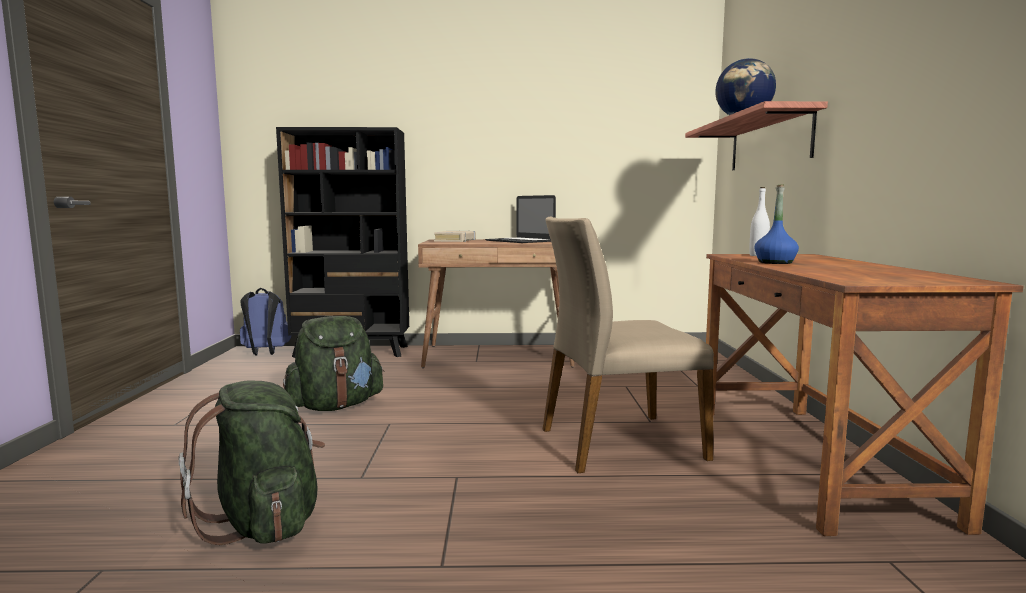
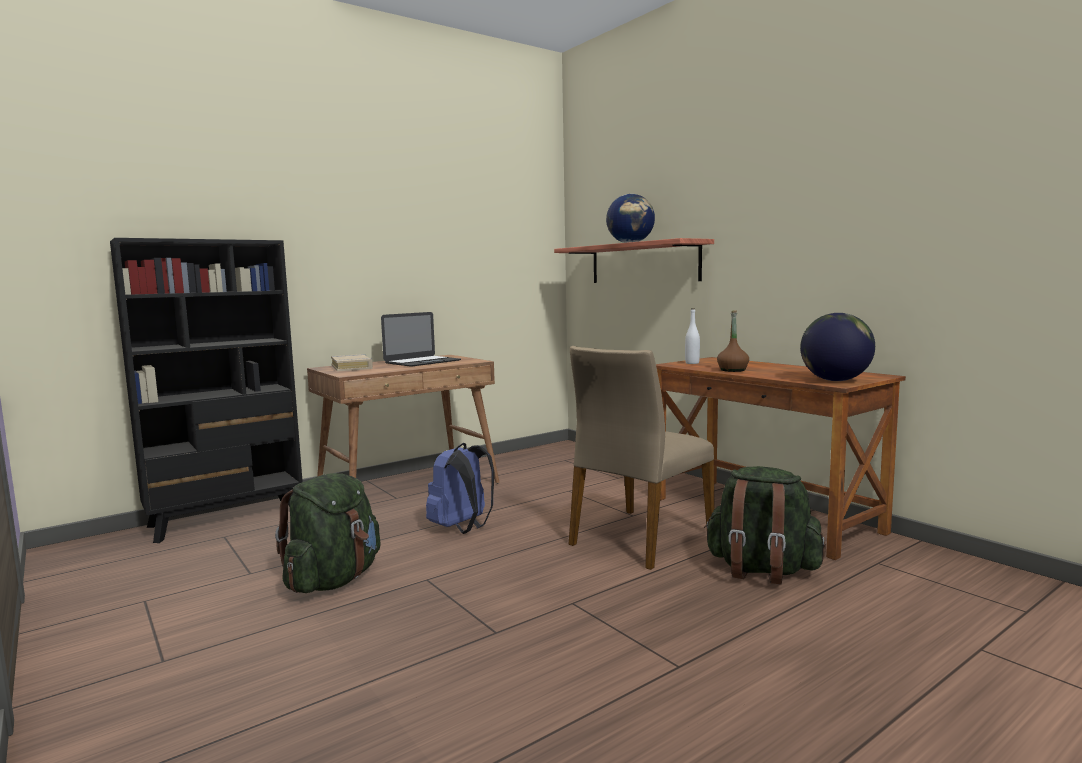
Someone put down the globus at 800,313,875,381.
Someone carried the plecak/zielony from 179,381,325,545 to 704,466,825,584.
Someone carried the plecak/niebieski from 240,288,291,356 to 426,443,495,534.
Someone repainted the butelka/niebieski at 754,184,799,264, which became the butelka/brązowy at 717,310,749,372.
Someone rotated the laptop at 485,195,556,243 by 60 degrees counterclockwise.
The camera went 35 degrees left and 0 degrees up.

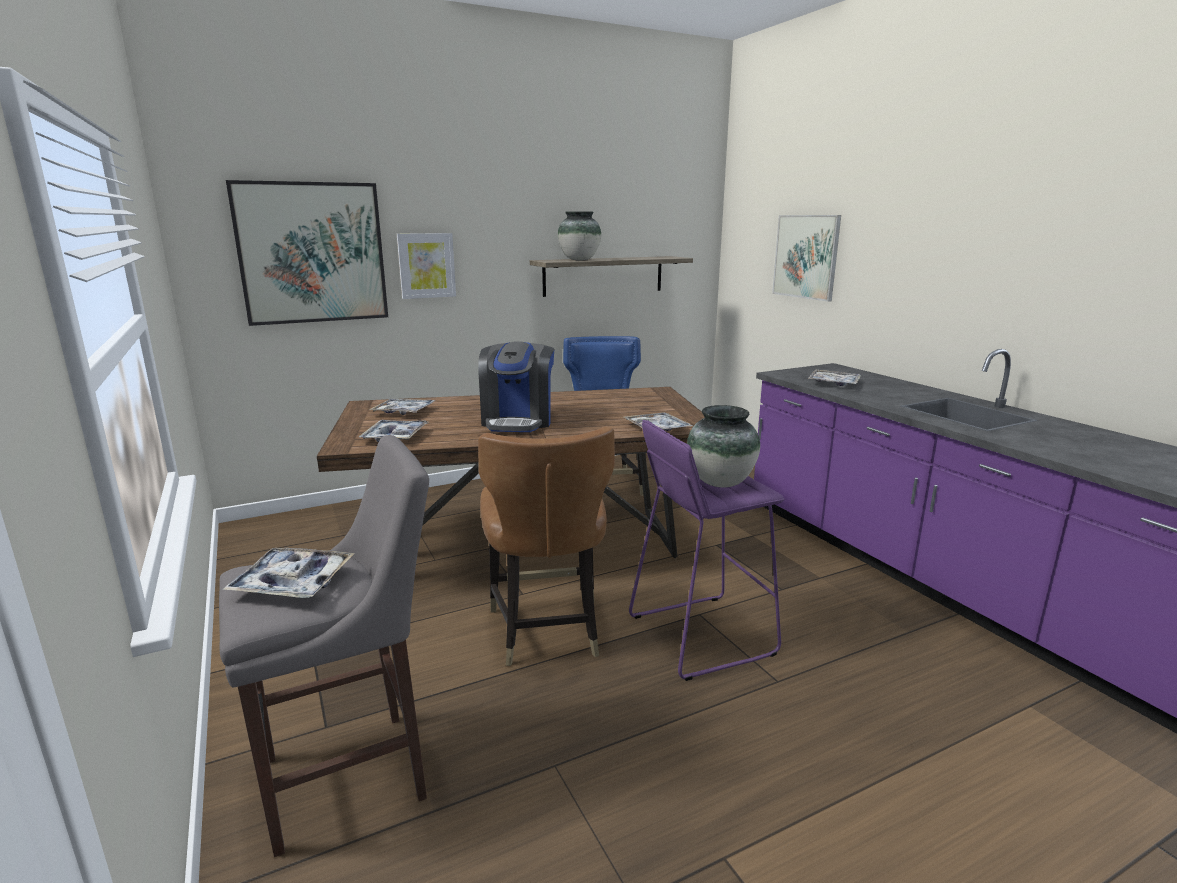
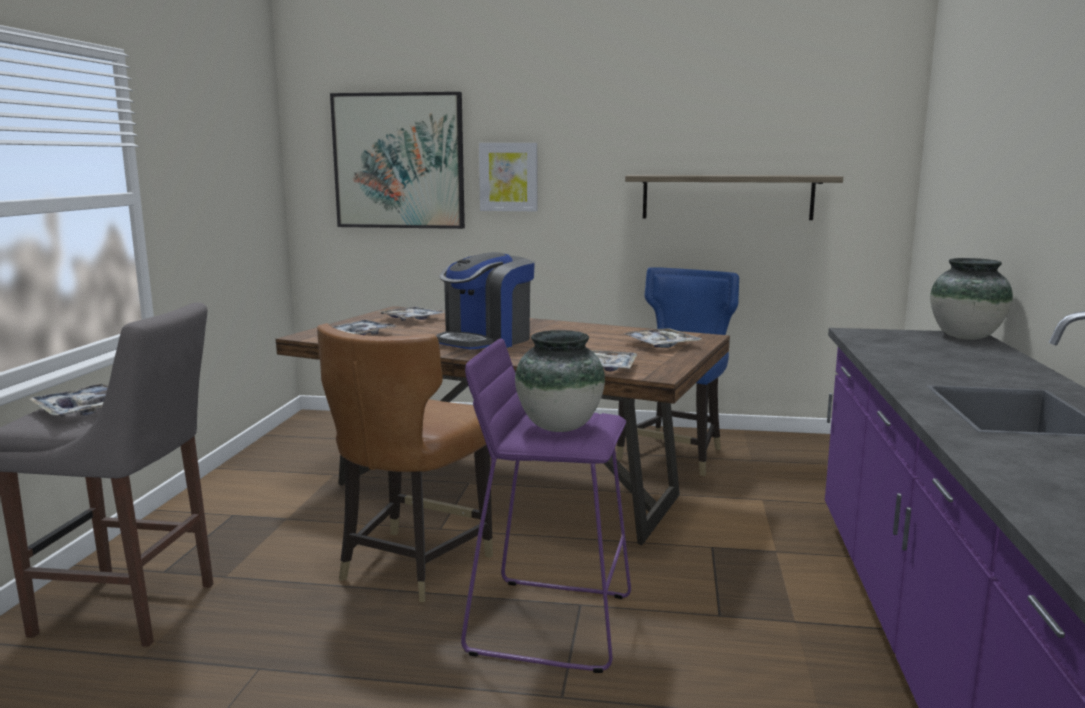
Someone took away the obraz at 772,215,841,302.
Someone carried the wazon from 558,211,601,260 to 930,258,1013,340.
Someone carried the taca from 808,370,861,386 to 624,328,702,348.
The camera went 35 degrees right and 5 degrees down.

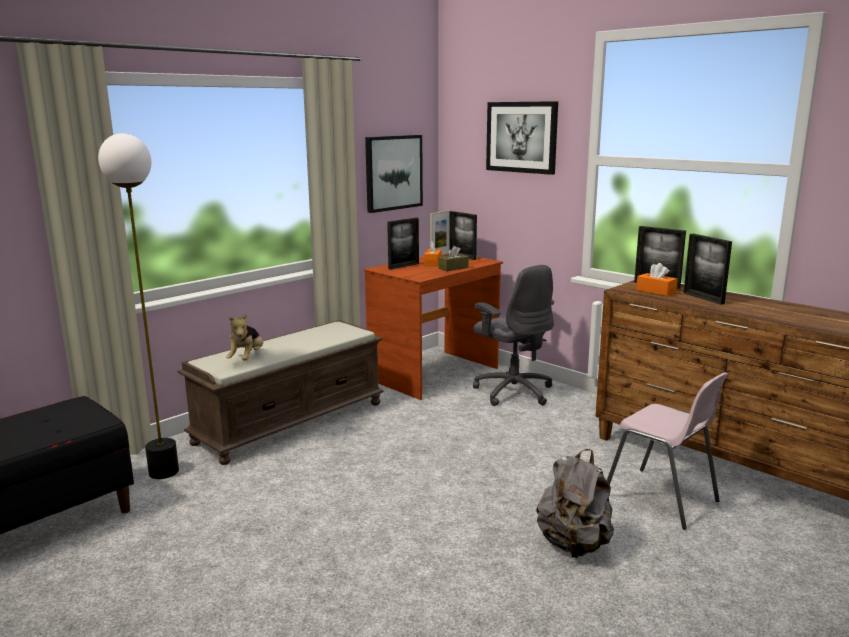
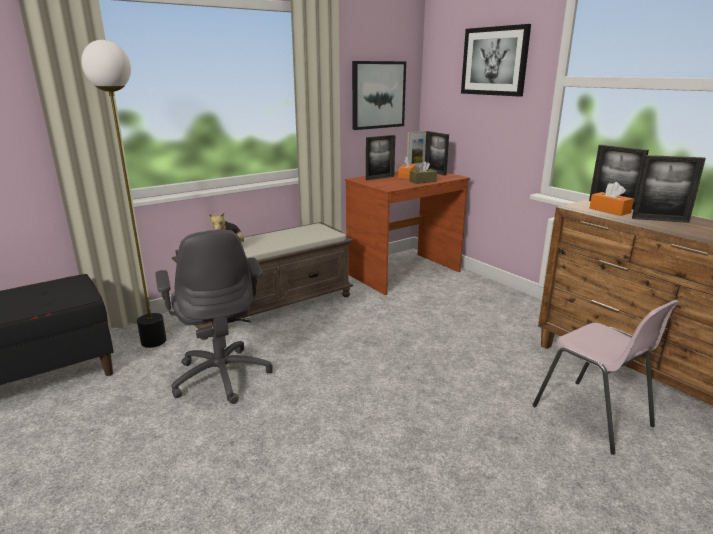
Someone took away the plecak/szary at 536,449,614,558.
Someone carried the krzesło biurowe/szary from 473,265,554,406 to 155,229,273,404.
Someone rotated the ramka na zdjęcie at 684,234,732,305 by 60 degrees counterclockwise.
The camera went 10 degrees right and 5 degrees up.

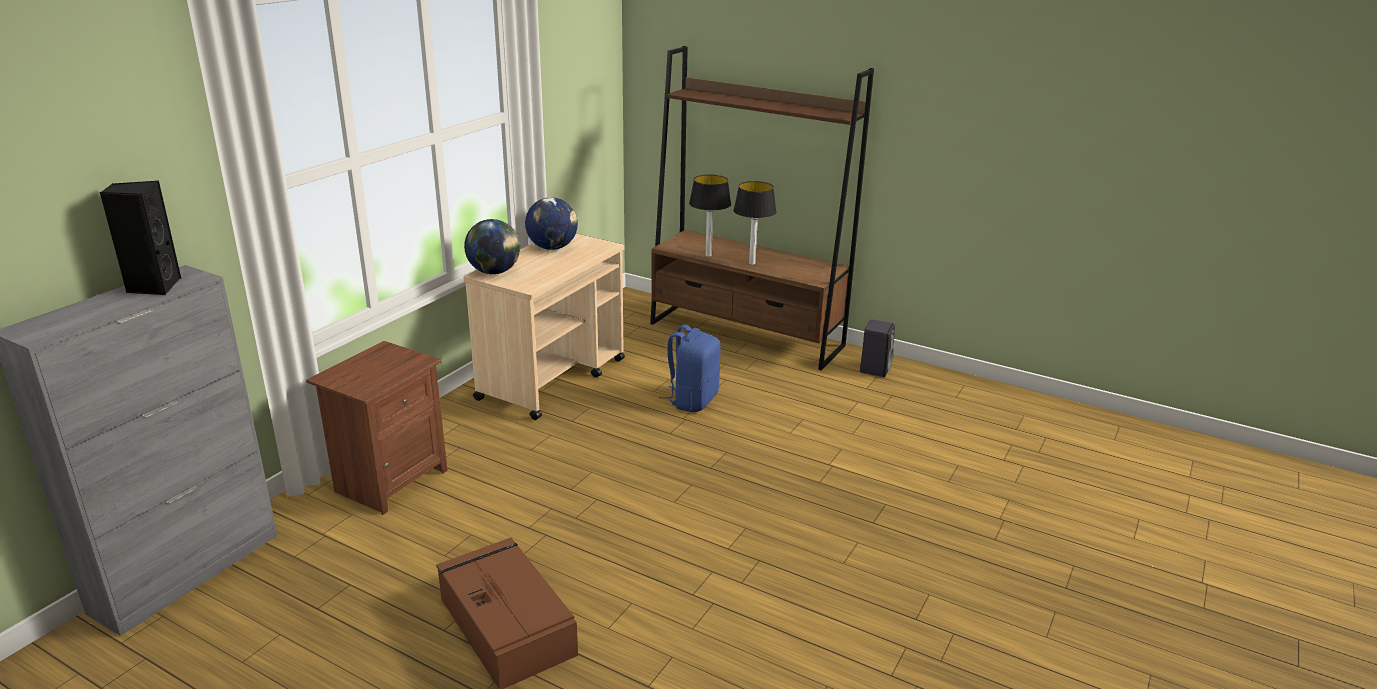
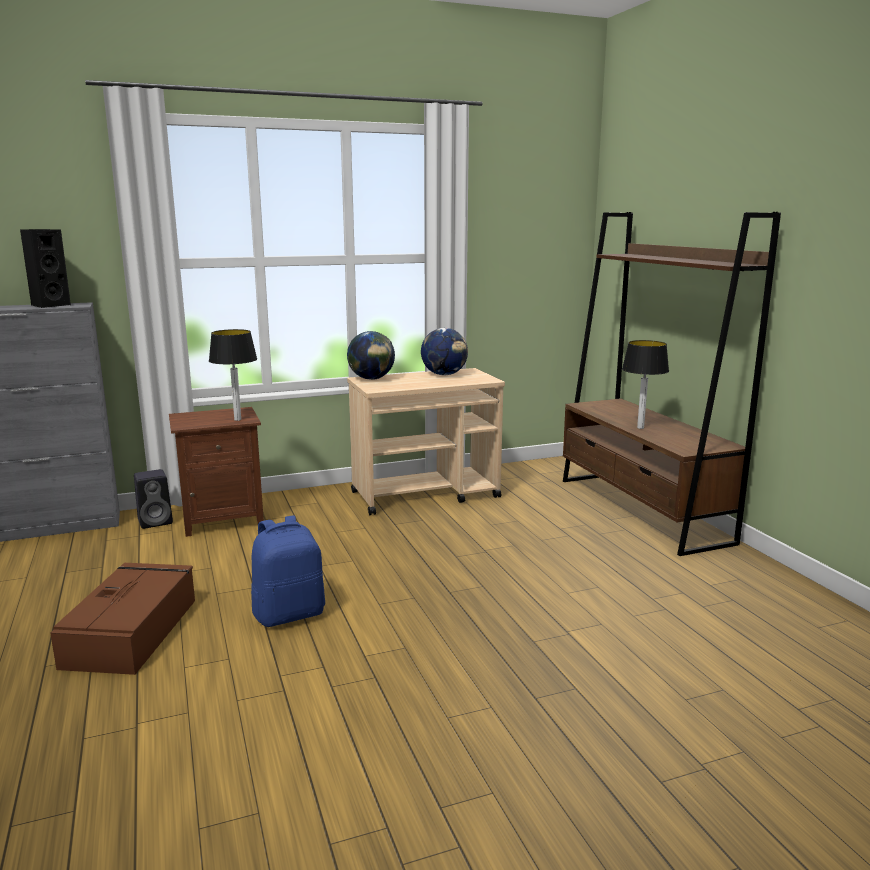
Someone carried the plecak/niebieski from 659,324,721,412 to 251,515,325,627.
Someone carried the lampa stołowa from 689,175,731,257 to 209,329,257,421.
Someone carried the głośnik/czarny from 860,319,895,377 to 134,469,173,529.
The camera went 40 degrees right and 10 degrees down.

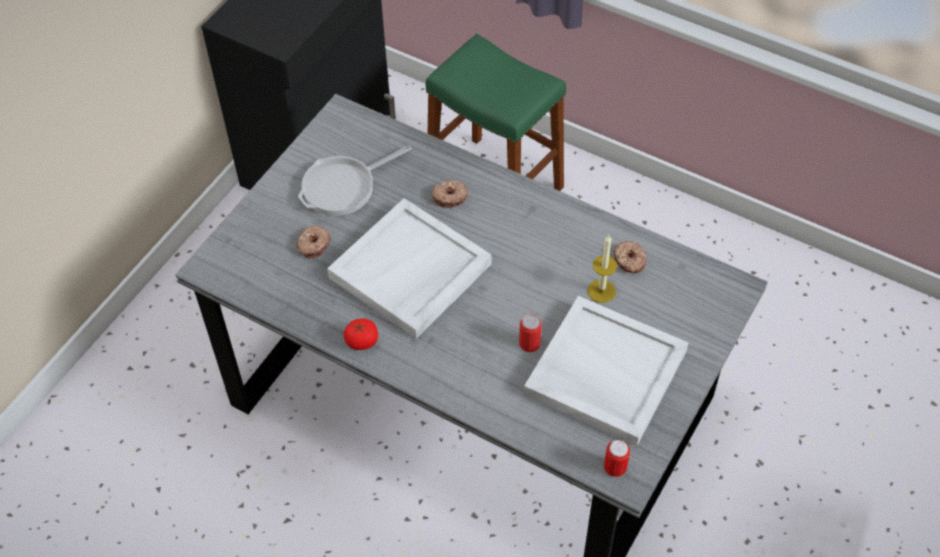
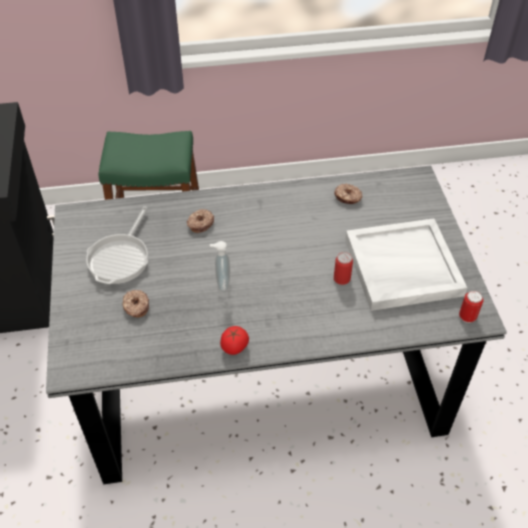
Someone took away the świeca at 587,235,617,303.
Someone swapped the taca/biały at 327,198,491,339 for the dozownik mydła at 210,241,230,291.
The camera went 40 degrees left and 5 degrees down.

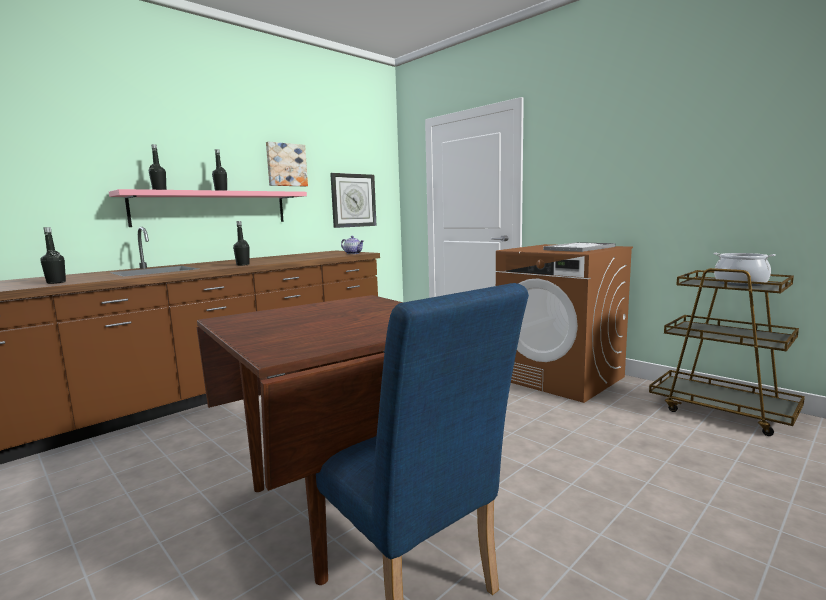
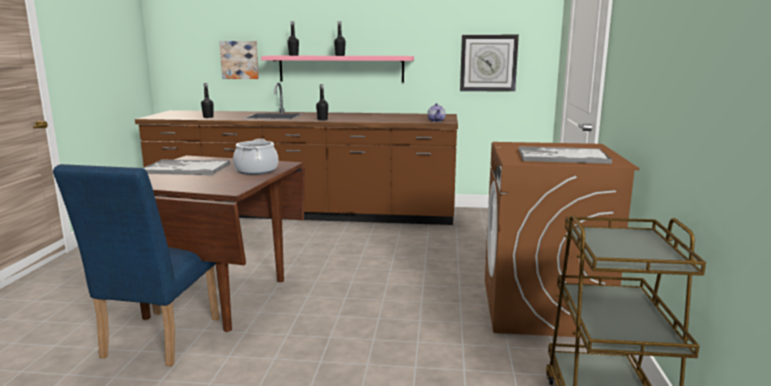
Someone put down the taca at 144,160,230,175.
Someone carried the obraz from 266,142,308,186 to 219,41,259,79.
Someone carried the garnek from 713,253,776,286 to 233,139,278,175.
The camera went 50 degrees right and 5 degrees up.

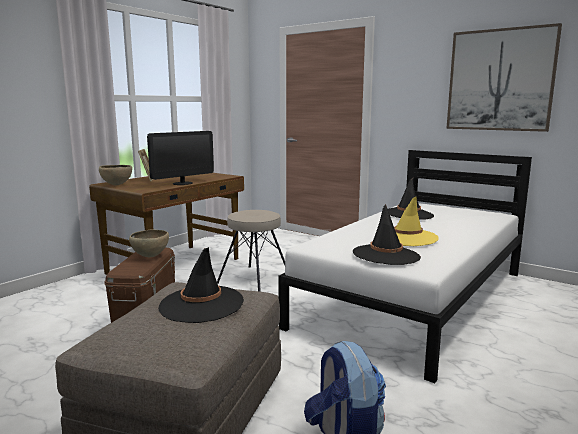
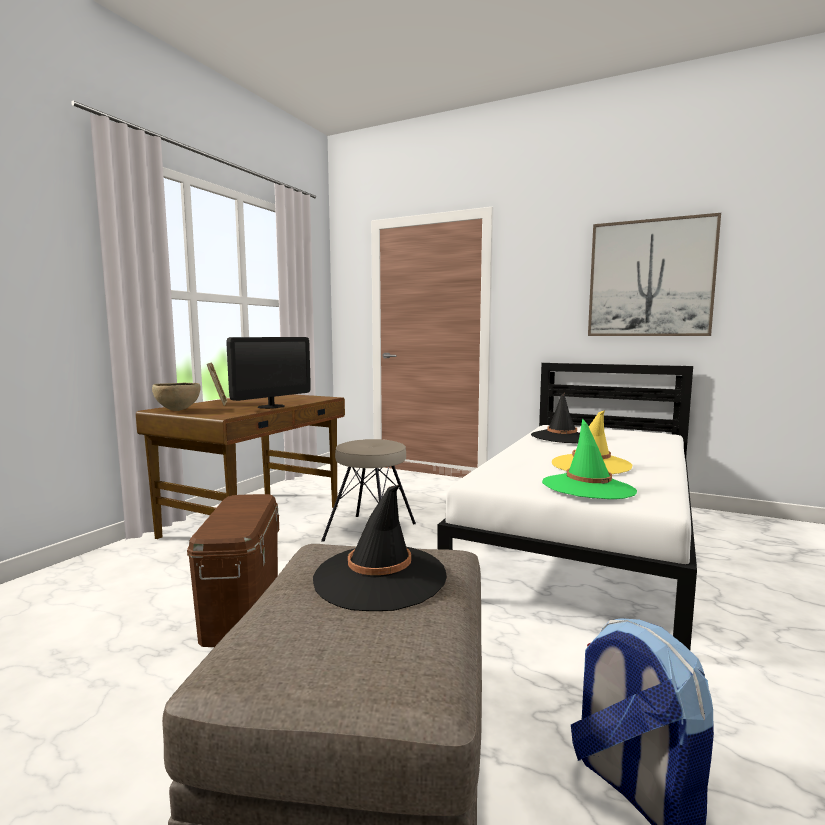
Someone took away the miska/brązowy at 129,230,169,257.
Someone repainted the kapelusz/czarny at 353,204,421,265, which became the kapelusz/zielony at 542,418,637,499.
The camera went 10 degrees left and 5 degrees down.

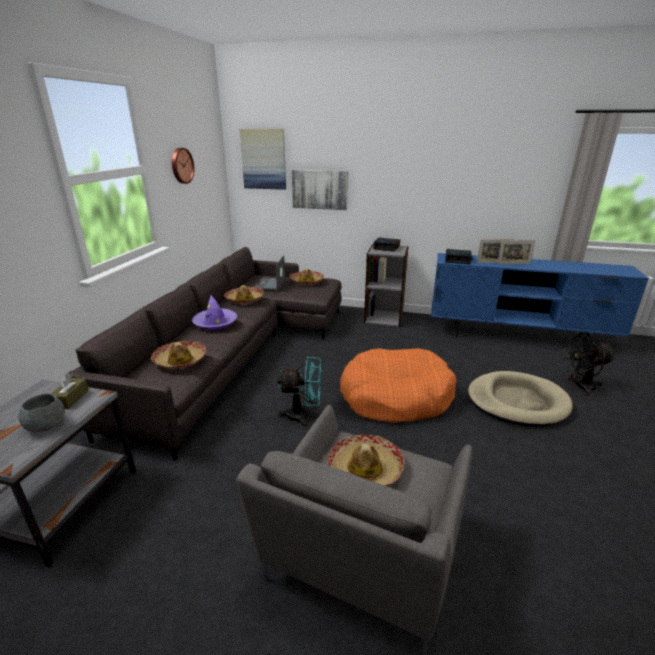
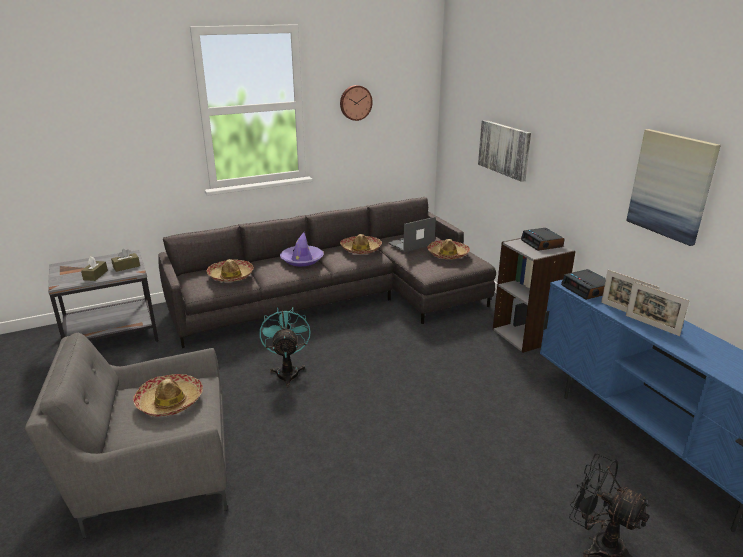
Someone took away the legowisko/pomarańczowy at 340,348,457,423.
Someone took away the legowisko/beżowy at 468,371,573,427.
Someone carried the obraz from 240,129,286,190 to 626,129,721,246.
Someone swapped the miska/szary at 18,393,65,432 for the pudełko chusteczek/brązowy at 81,257,108,281.
Someone rotated the wentylator/turkusowy at 277,356,321,427 by 150 degrees counterclockwise.
The camera went 50 degrees right and 0 degrees up.

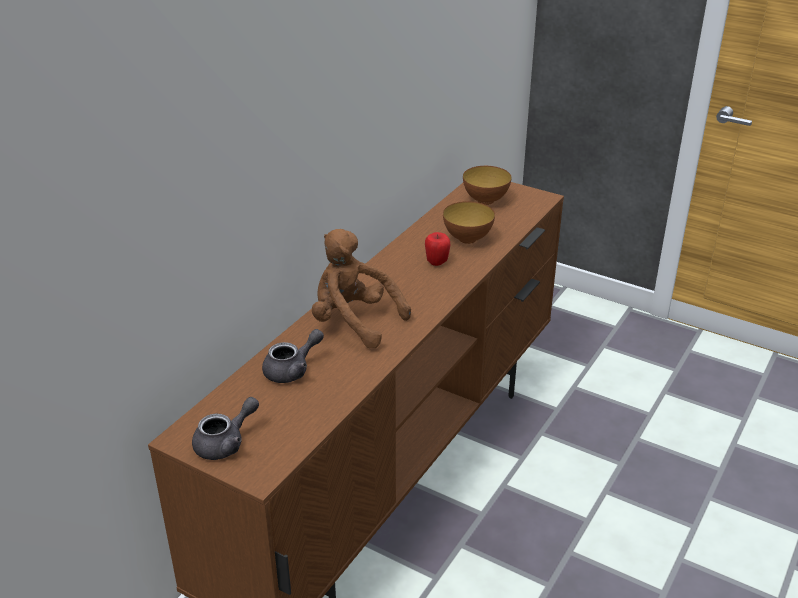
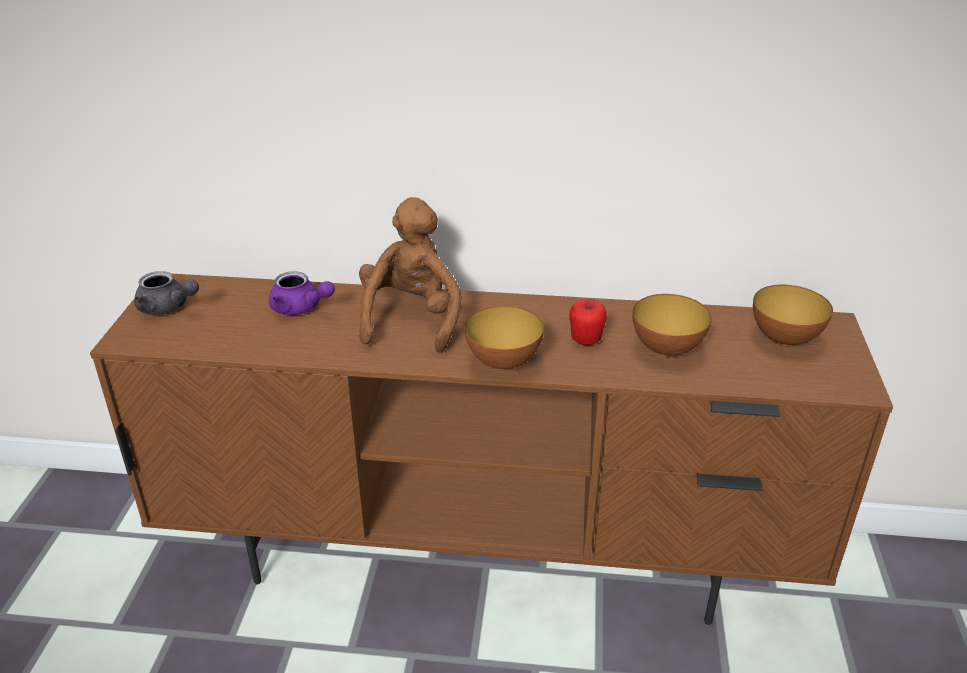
Someone put down the miska at 464,306,544,371.
Someone repainted the imbryk/szary at 262,329,324,383, which became the imbryk/fioletowy at 269,271,335,315.
The camera went 65 degrees right and 0 degrees up.

